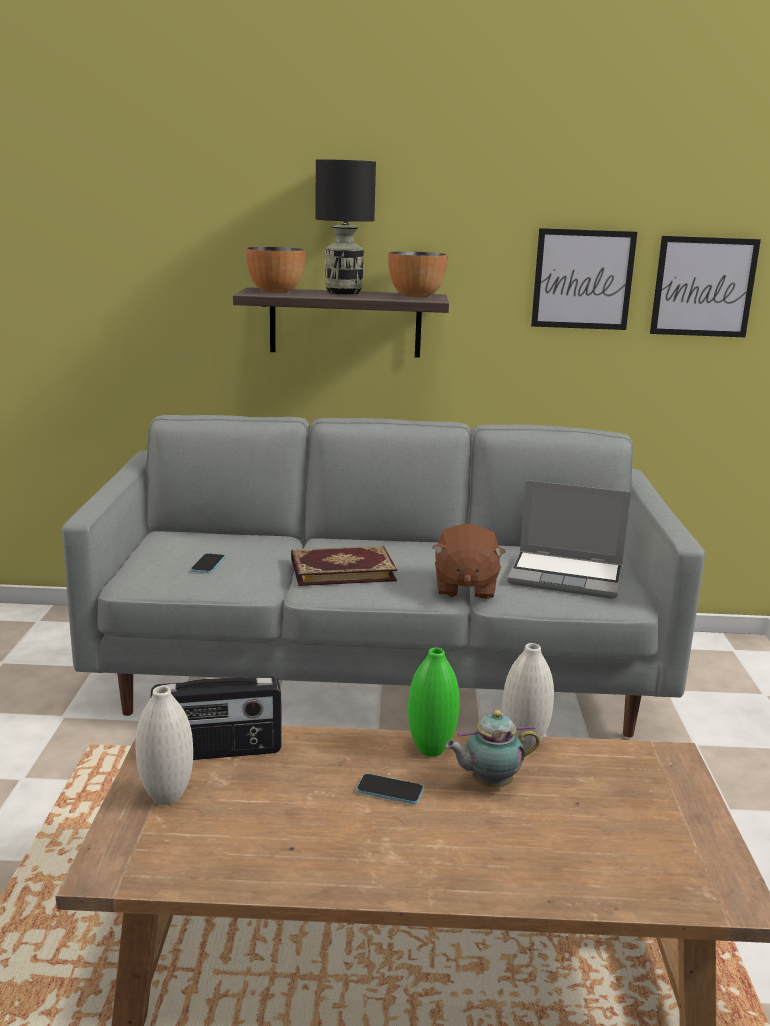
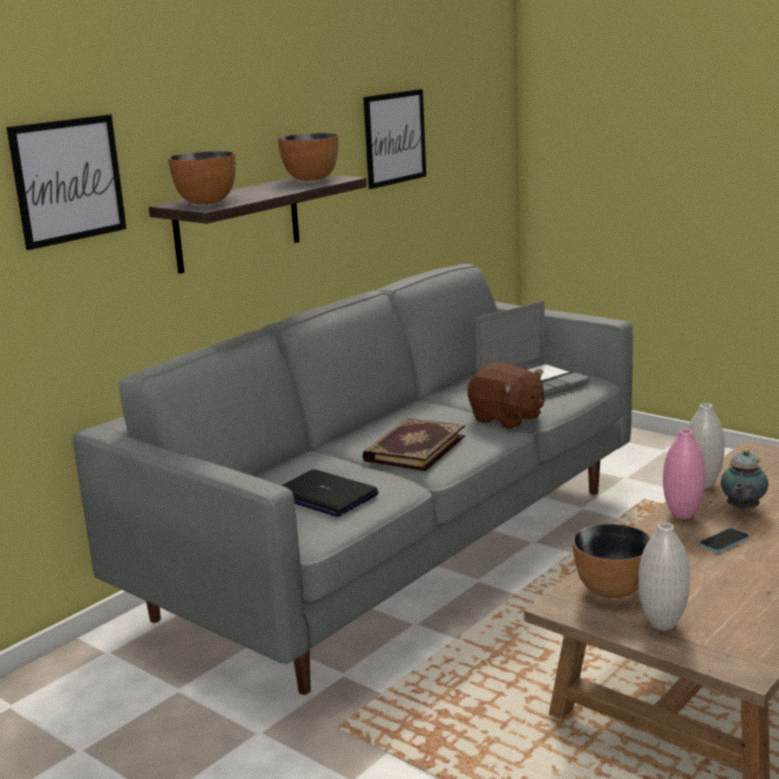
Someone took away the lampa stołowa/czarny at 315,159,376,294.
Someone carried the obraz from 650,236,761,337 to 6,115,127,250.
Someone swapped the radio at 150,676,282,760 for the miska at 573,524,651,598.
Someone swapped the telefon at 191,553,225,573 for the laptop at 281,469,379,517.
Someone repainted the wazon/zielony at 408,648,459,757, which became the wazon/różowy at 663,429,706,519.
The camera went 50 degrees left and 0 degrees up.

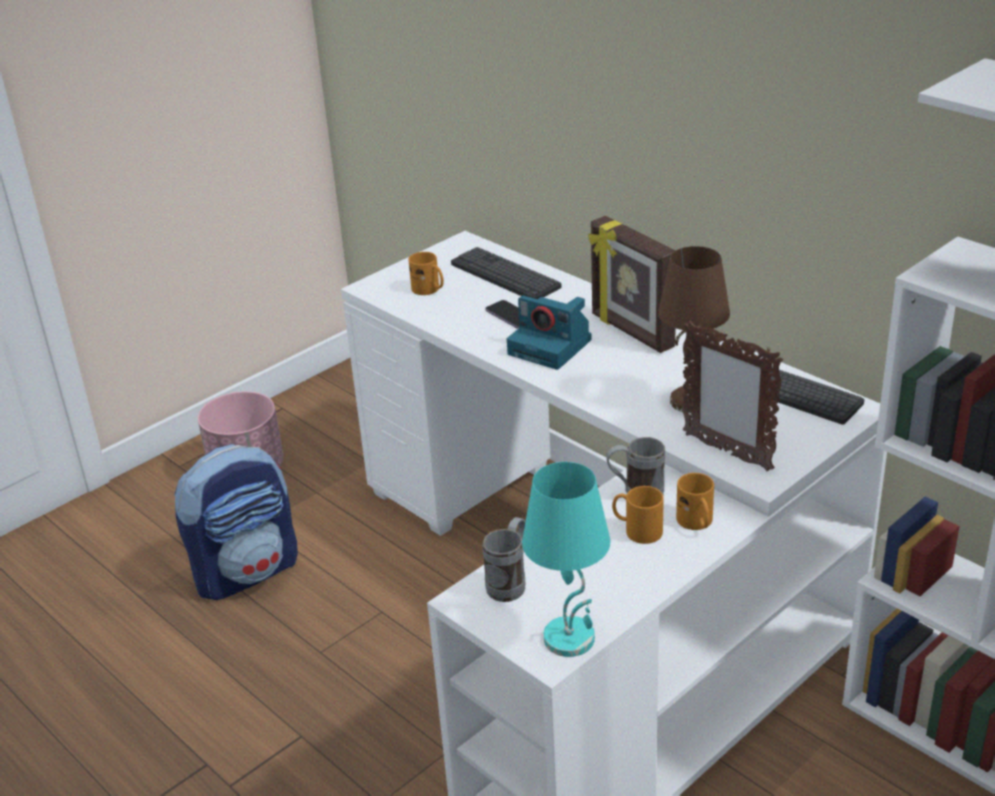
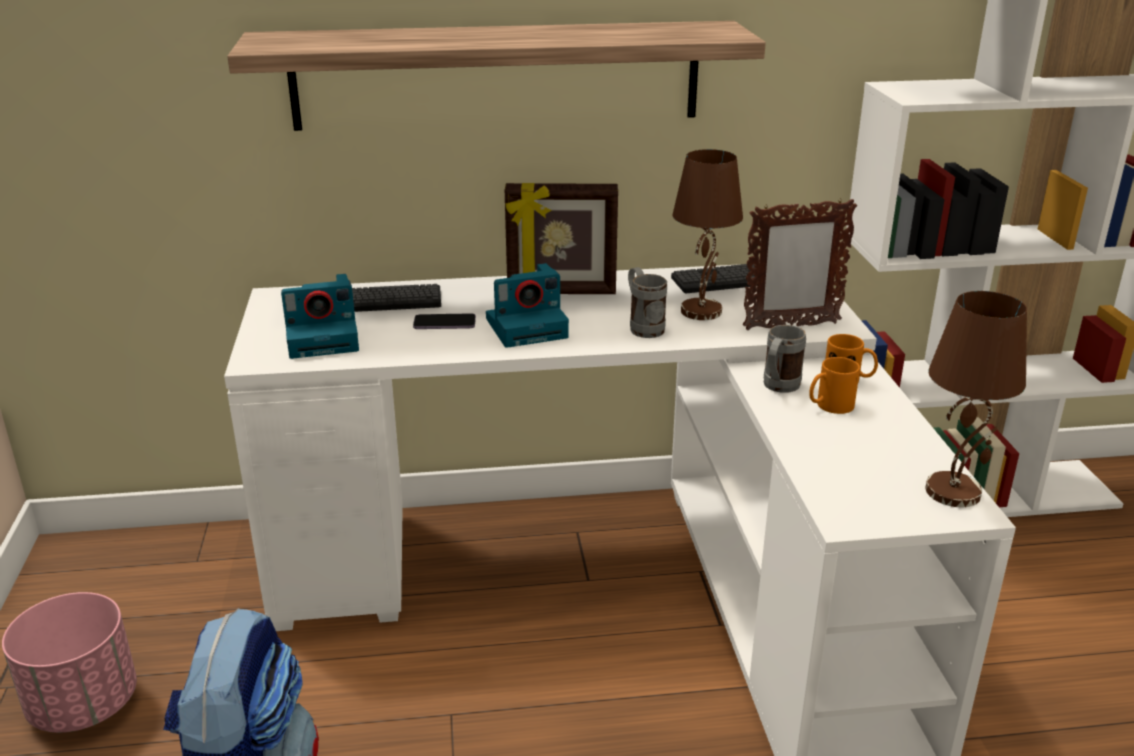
Someone put up the półka at 227,21,766,131.
Someone carried the kubek/szary from 482,517,526,602 to 628,267,667,338.
Someone swapped the kubek/pomarańczowy at 409,252,444,295 for the aparat fotograficzny at 281,274,359,359.
Someone repainted the lampa stołowa/turkusowy at 522,462,610,657, which became the lampa stołowa/brązowy at 926,291,1027,507.
The camera went 55 degrees left and 5 degrees down.

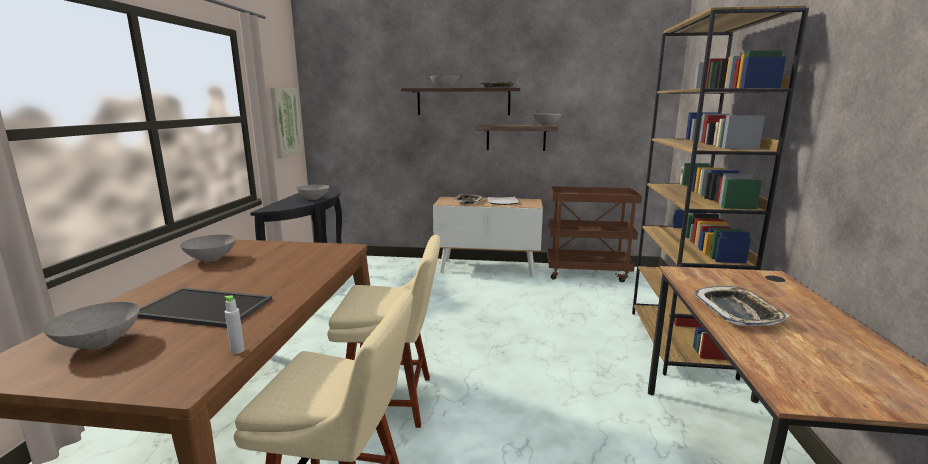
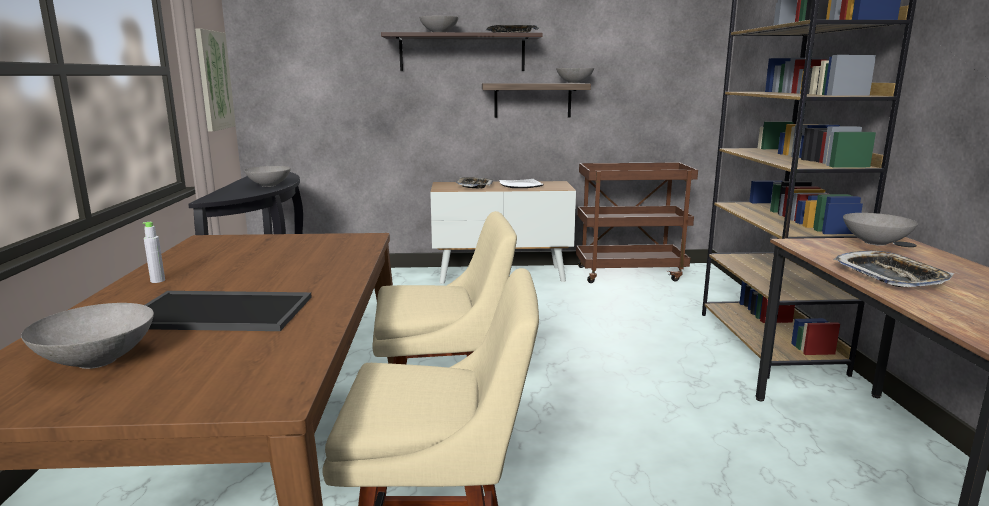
Someone carried the miska/szary from 180,235,236,262 to 843,213,918,246.
Someone carried the butelka/szary from 224,295,245,354 to 143,222,165,283.
The camera went 10 degrees left and 0 degrees up.

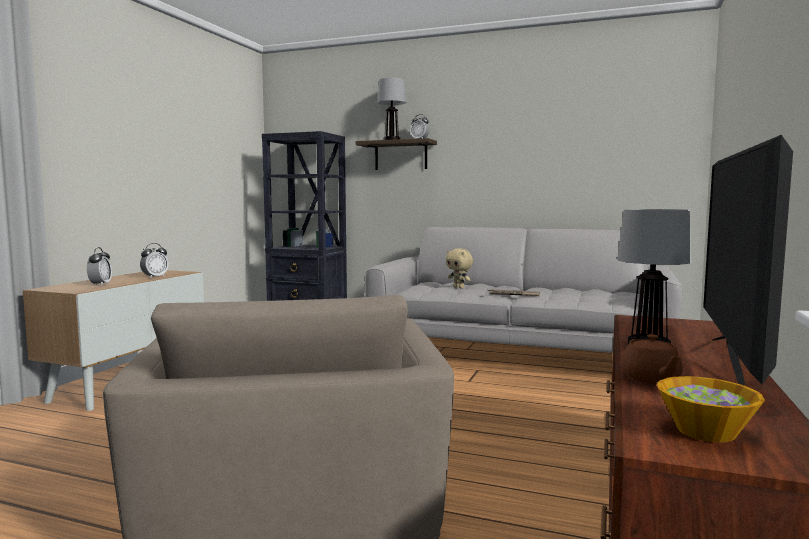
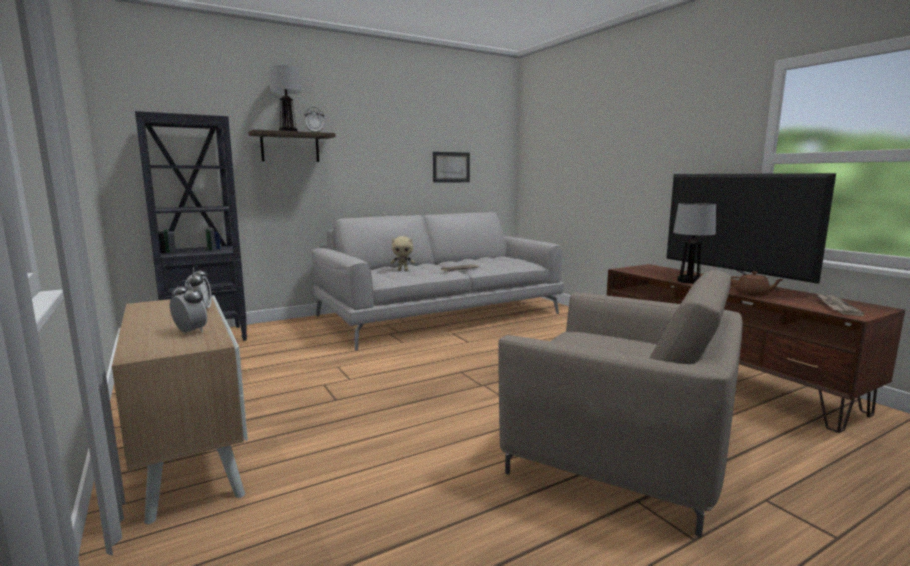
Someone put up the obraz at 433,152,470,183.
Someone swapped the miska at 657,376,765,443 for the gazeta at 817,294,865,316.
The camera went 50 degrees left and 5 degrees up.

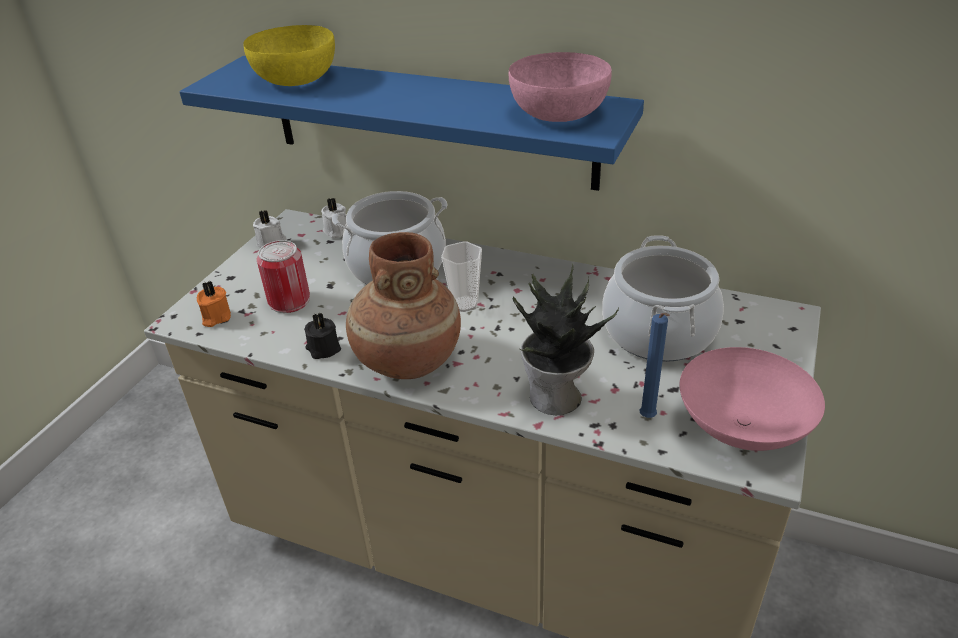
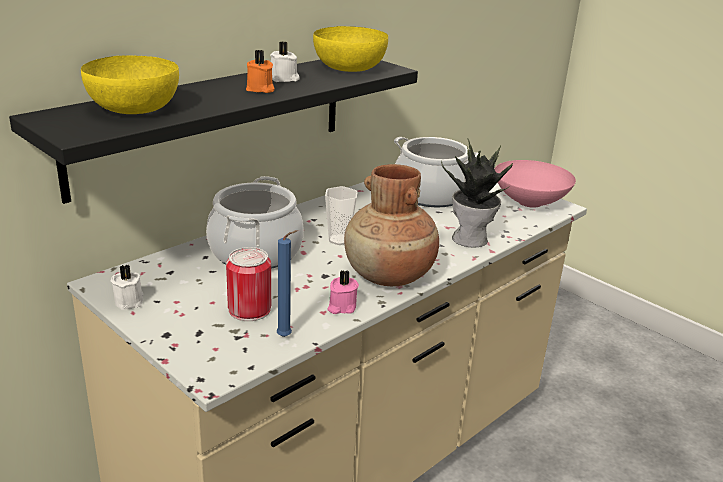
Someone carried the świeca/pomarańczowy from 197,281,231,327 to 246,50,275,93.
Someone carried the świeca/biały from 321,197,346,238 to 270,42,300,82.
Someone carried the świeca/niebieski from 640,313,670,418 to 277,230,298,337.
Someone repainted the półka/niebieski at 179,56,644,191, which became the półka/czarny at 9,59,418,204.
Someone repainted the świeca/czarny at 304,313,341,359, which became the świeca/różowy at 327,270,359,314.
Someone repainted the miska/różowy at 509,52,612,122, which became the miska/żółty at 313,26,388,72.
The camera went 70 degrees left and 10 degrees down.

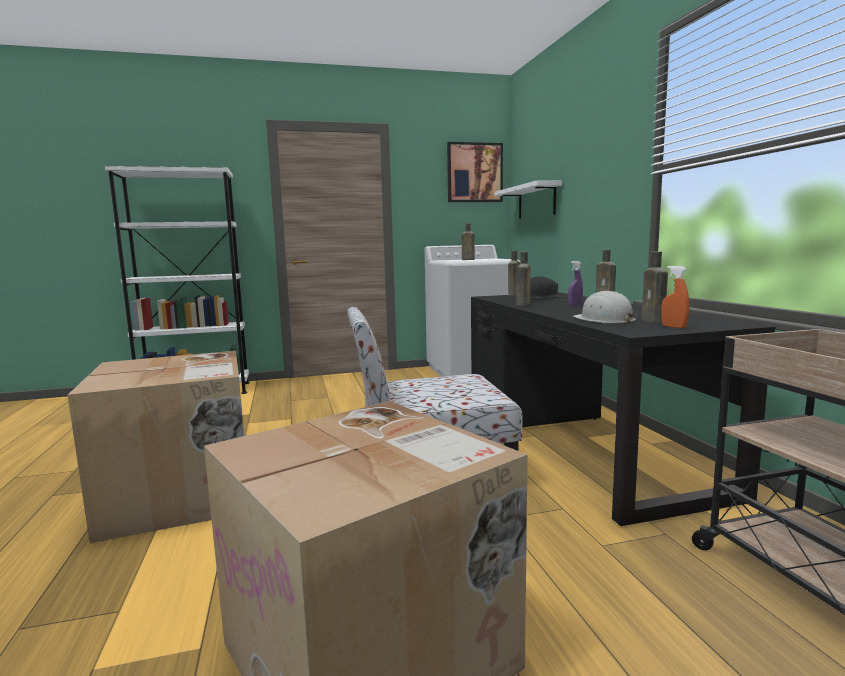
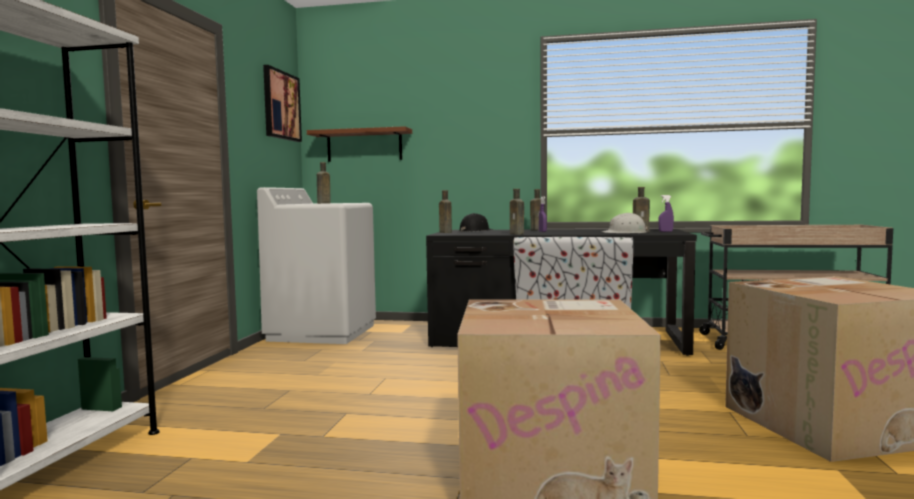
Someone repainted the półka/biały at 495,180,562,219, which became the półka/brązowy at 307,126,412,162.
Someone repainted the spryskiwacz/pomarańczowy at 661,266,689,328, which became the spryskiwacz/fioletowy at 658,195,674,232.
The camera went 65 degrees left and 5 degrees down.

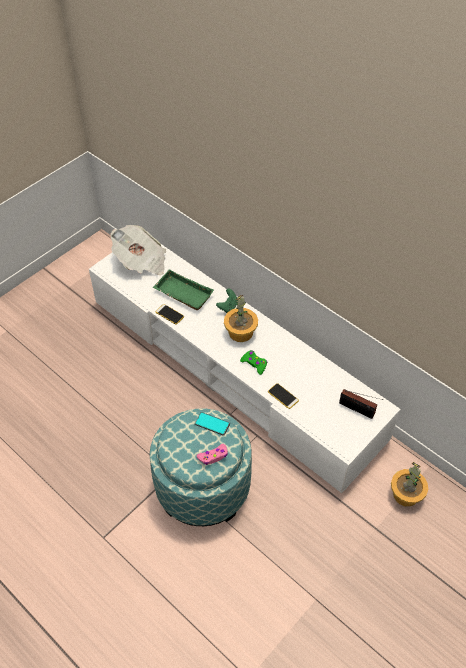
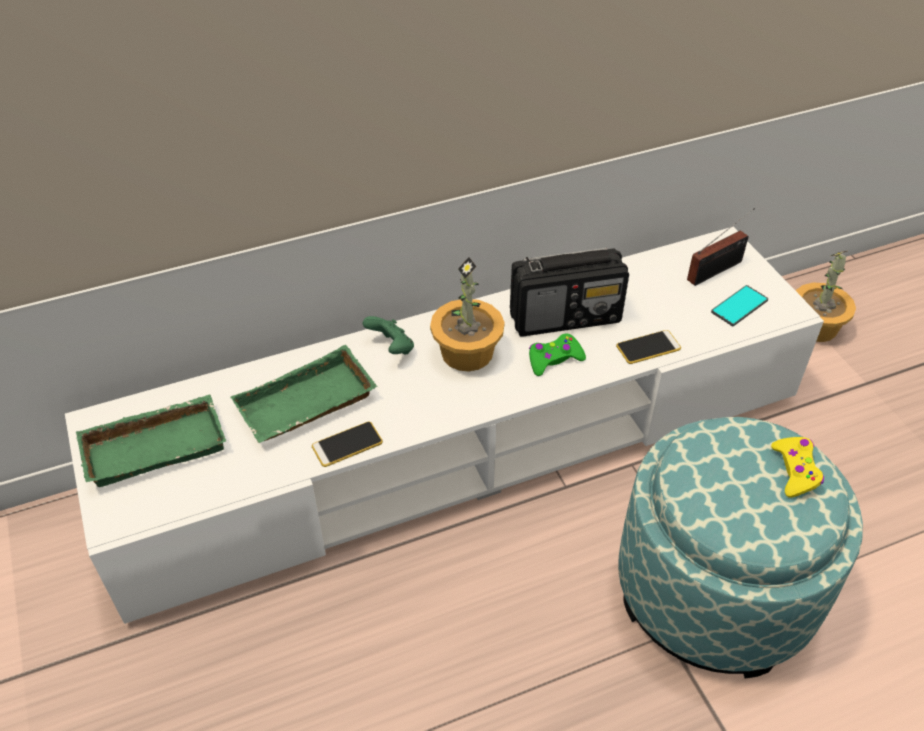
Someone put down the radio at 510,248,629,337.
Someone carried the telefon from 195,412,230,436 to 711,285,768,326.
Someone swapped the gazeta at 110,225,166,275 for the taca/zielony at 76,395,226,487.
Someone repainted the pad do gier/różowy at 196,444,228,465, which became the pad do gier/żółty at 771,437,824,498.
The camera went 65 degrees left and 5 degrees down.

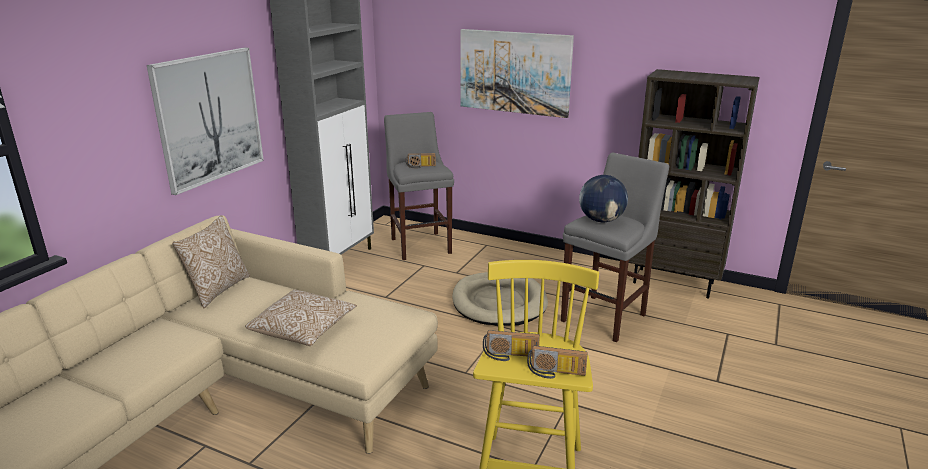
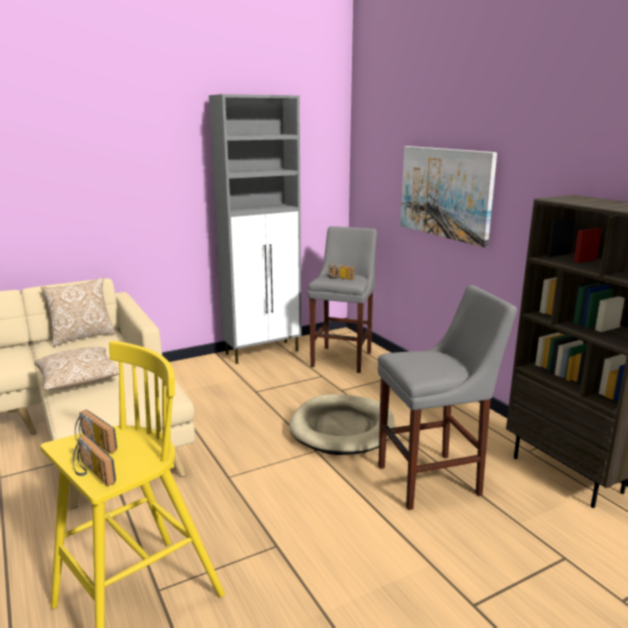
Someone took away the obraz at 147,47,264,195.
Someone took away the globus at 579,175,628,222.
The camera went 35 degrees right and 5 degrees down.

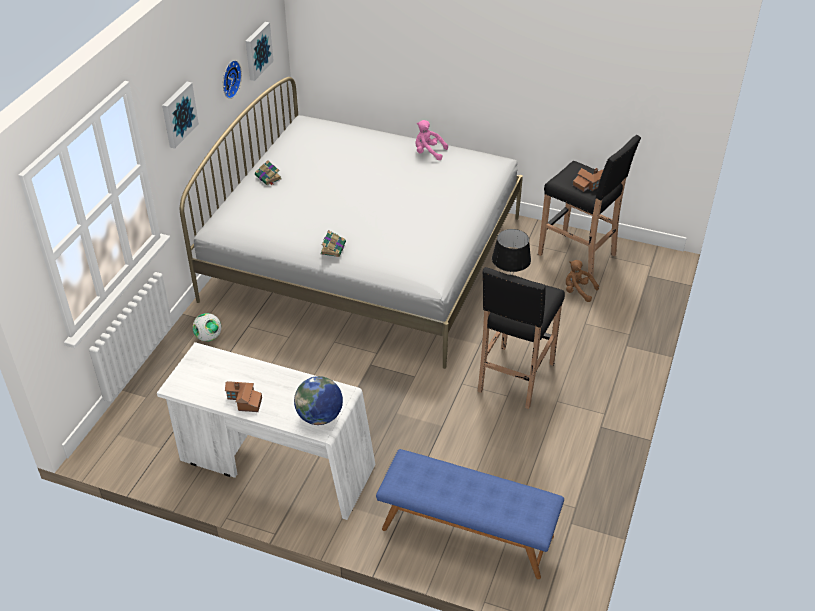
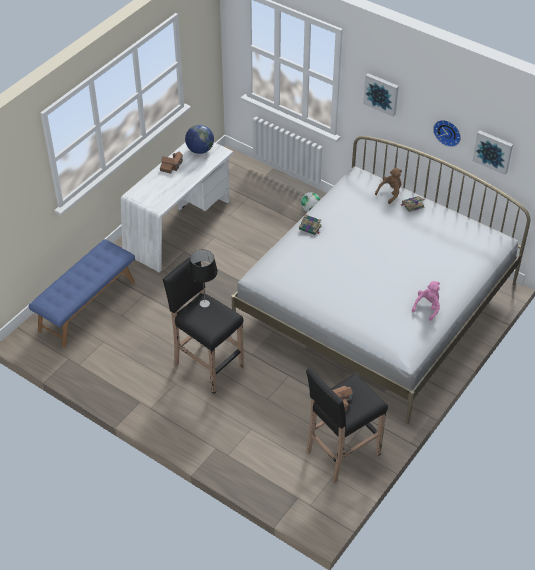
Someone carried the globus from 294,376,343,425 to 185,125,214,154.
Someone carried the pluszak/brązowy from 566,260,599,302 to 375,168,402,204.
The camera went 105 degrees right and 5 degrees up.

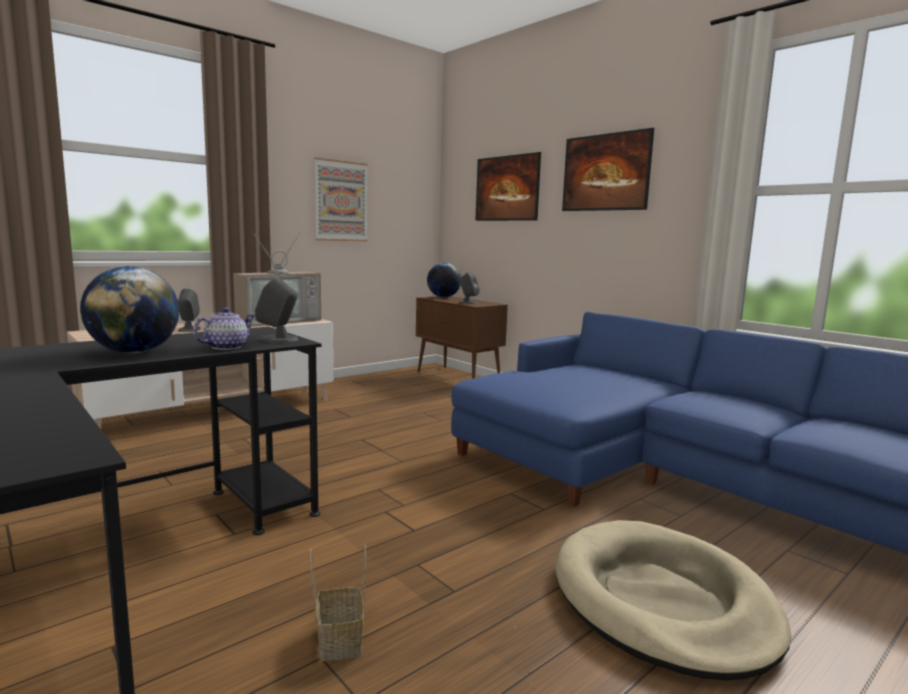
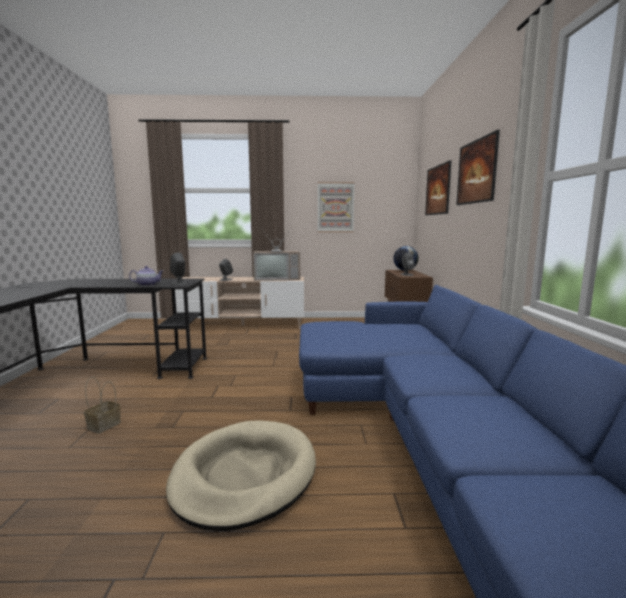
Someone took away the globus at 80,266,179,353.
The camera went 40 degrees right and 0 degrees up.

